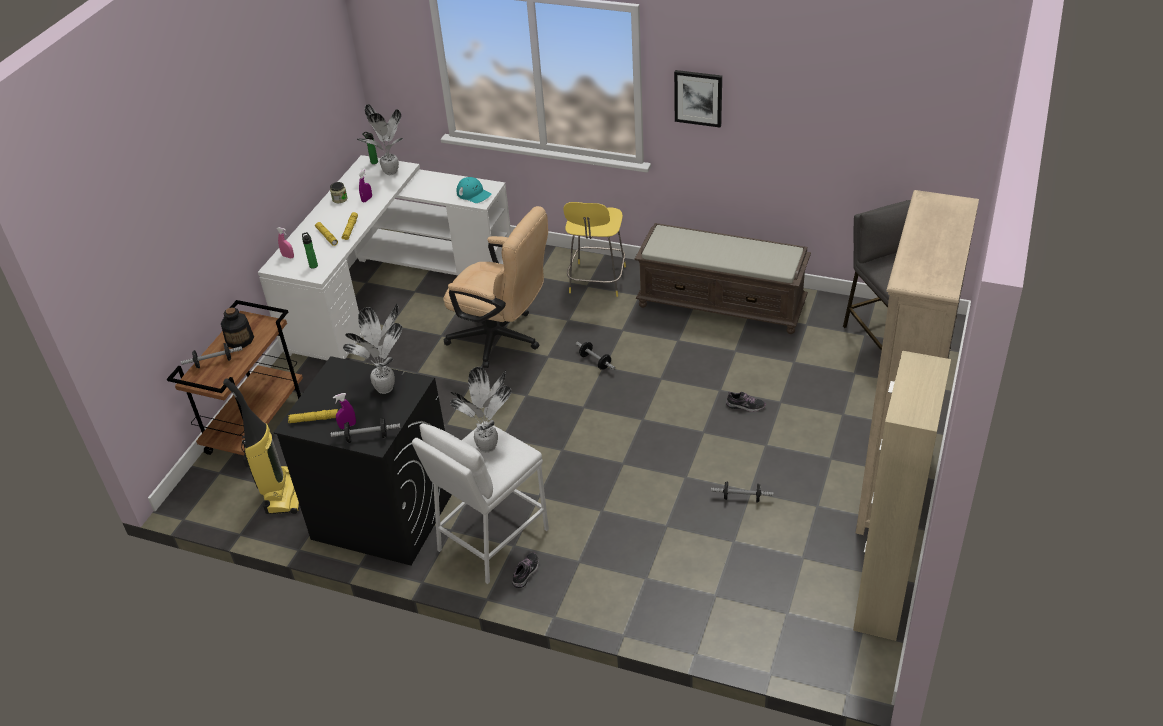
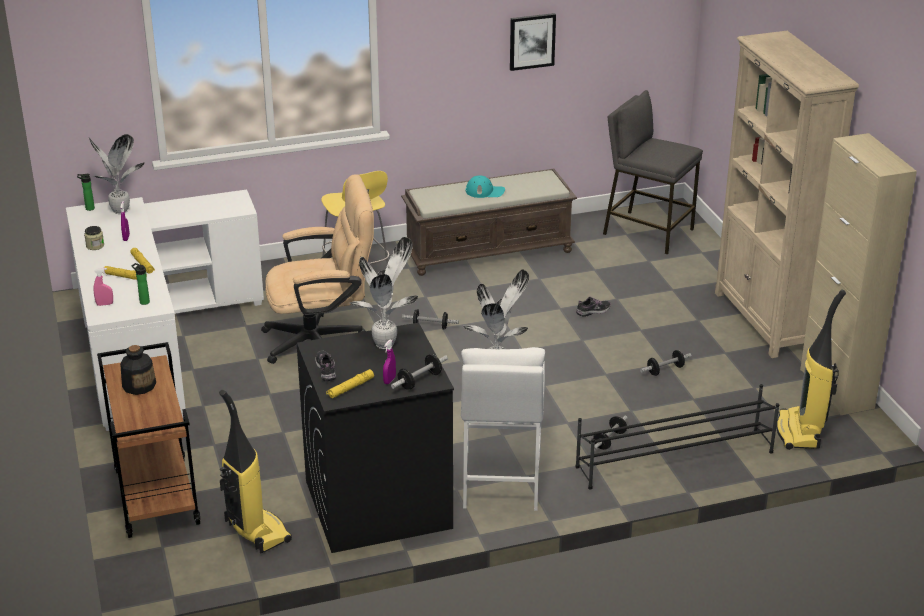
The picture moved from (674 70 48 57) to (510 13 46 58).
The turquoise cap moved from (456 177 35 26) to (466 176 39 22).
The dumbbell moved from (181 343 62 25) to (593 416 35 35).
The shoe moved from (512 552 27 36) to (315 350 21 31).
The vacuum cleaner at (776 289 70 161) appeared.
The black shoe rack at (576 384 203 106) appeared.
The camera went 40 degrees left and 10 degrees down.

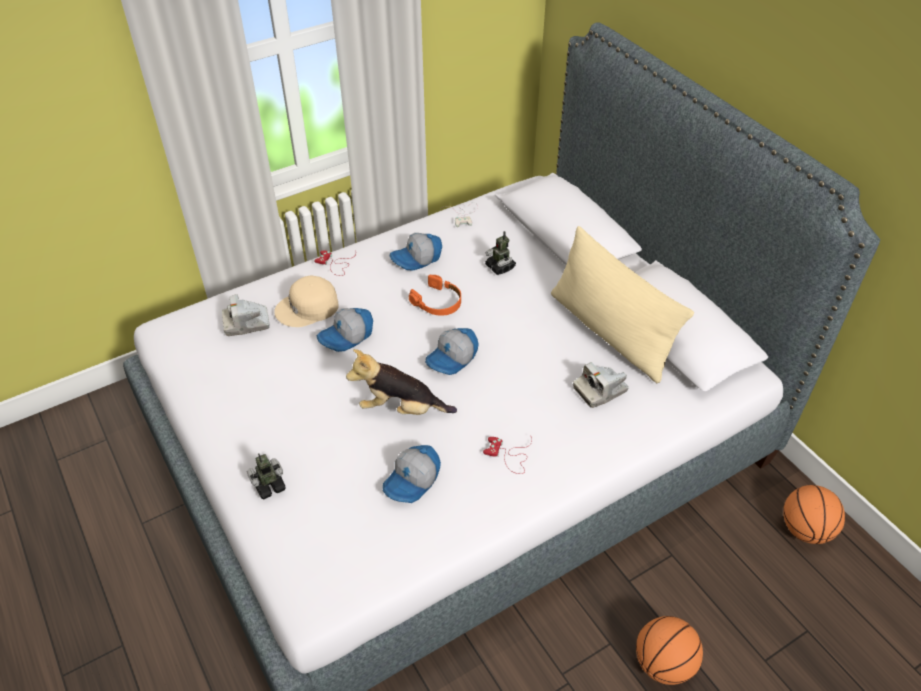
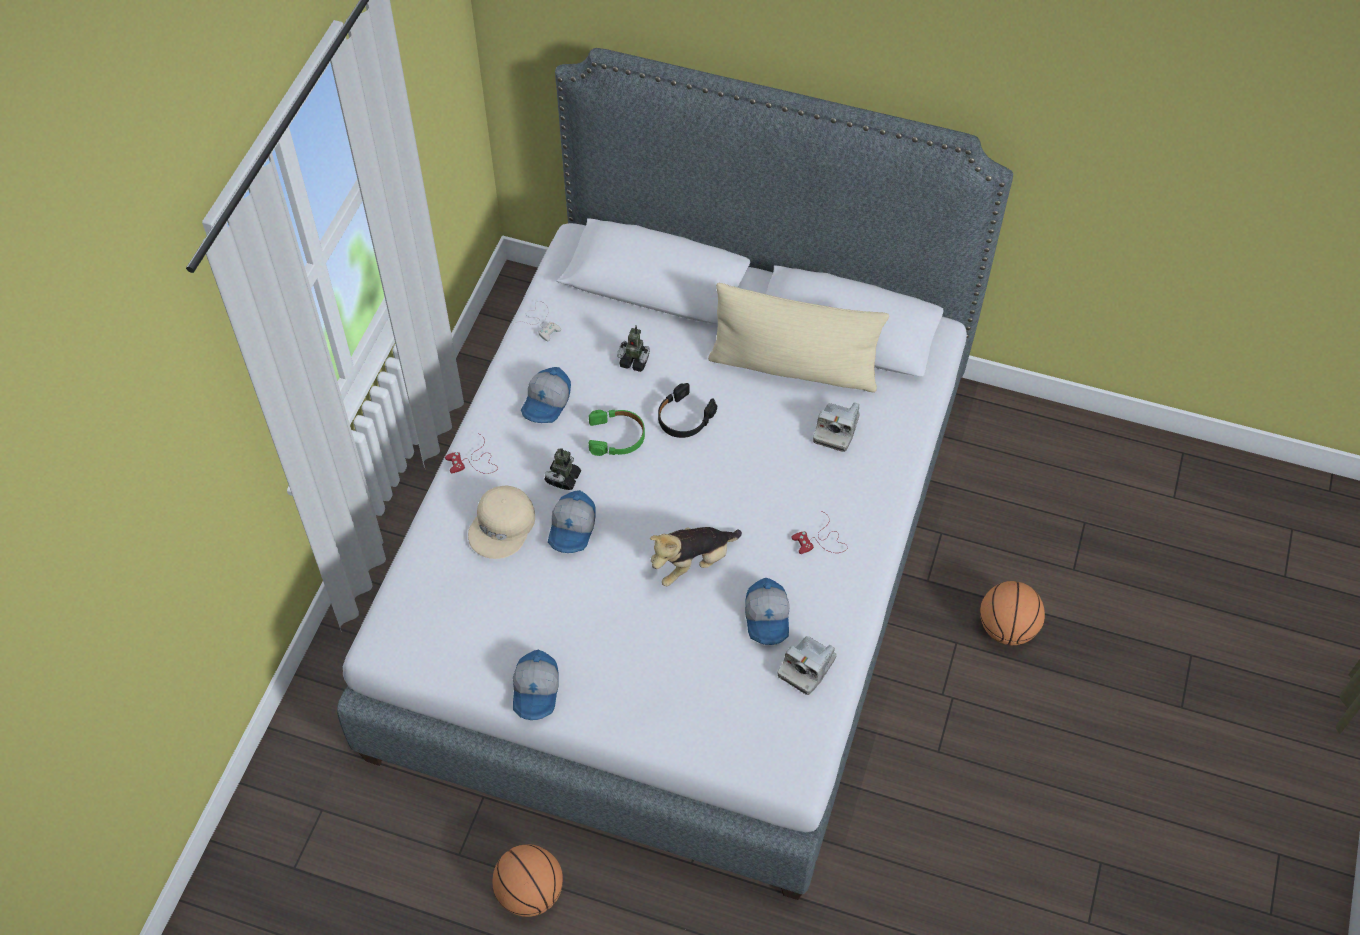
The orange headphones at (409 275 52 41) became the green headphones at (589 410 56 46).
The photo camera moved from (222 294 48 42) to (778 636 59 59).
The cap moved from (425 328 54 47) to (513 650 46 70).
The toy robot moved from (247 453 39 46) to (544 448 37 42).
The basketball moved from (783 485 62 59) to (492 844 71 73).
The black headphones at (658 383 59 55) appeared.
The camera went 40 degrees left and 10 degrees up.

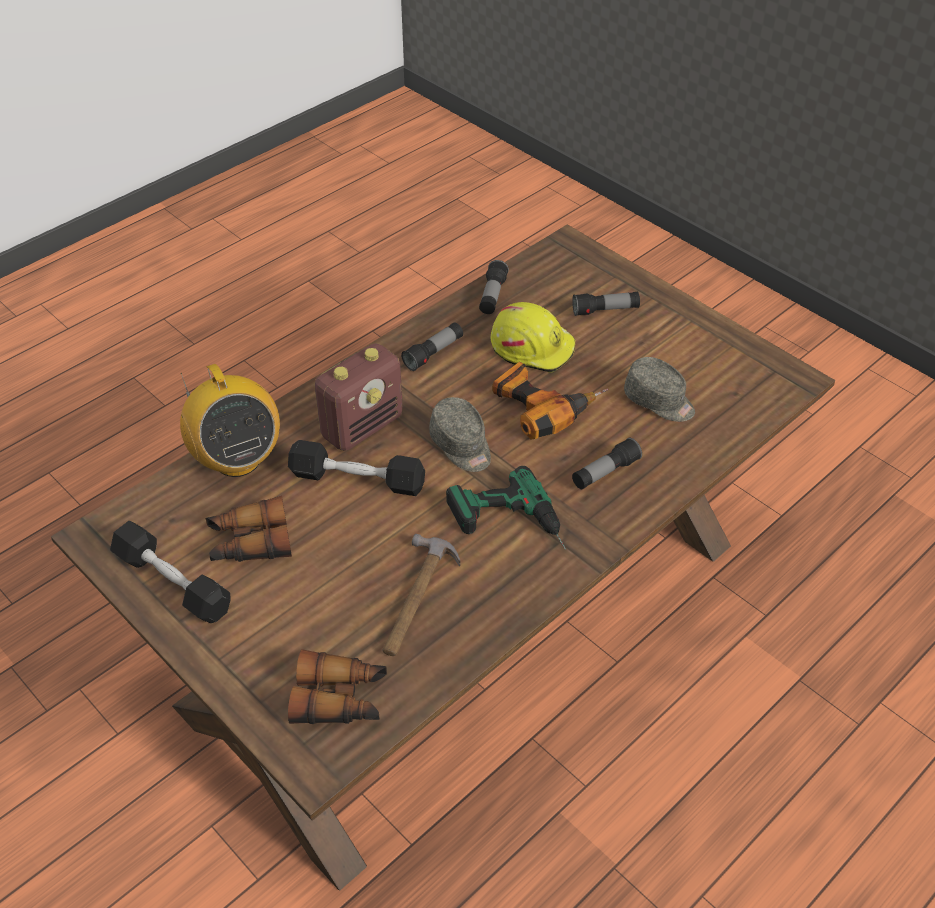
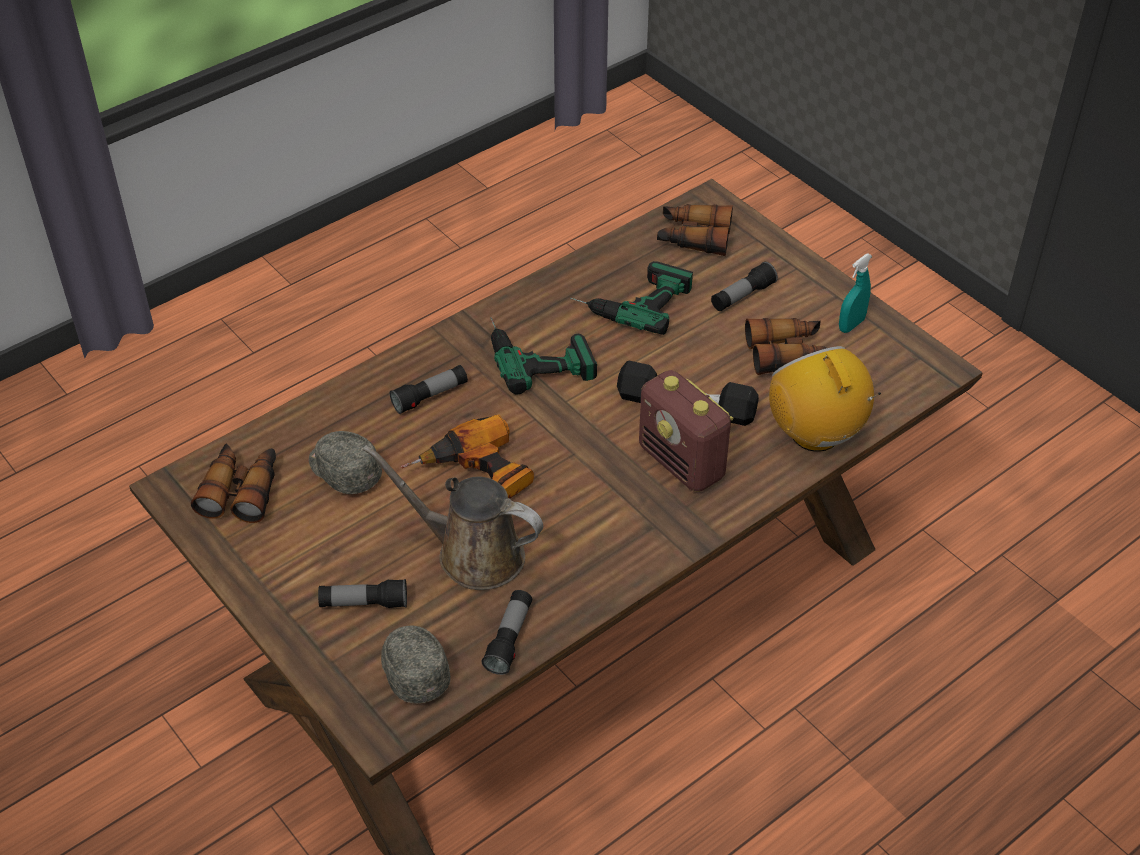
The yellow hard hat at (491 302 84 71) was replaced by the brown watering can at (363 445 180 145).
The flashlight moved from (401 322 62 49) to (711 262 67 49).
The radio at (314 343 89 108) turned 90 degrees counterclockwise.
The grey cap moved from (429 397 62 75) to (381 625 70 78).
The black dumbbell at (110 521 121 102) was replaced by the turquoise spray bottle at (839 254 33 79).
The hammer at (382 534 78 122) was replaced by the power drill at (570 261 123 74).
The binoculars at (191 443 85 80) appeared.
The camera went 175 degrees left and 0 degrees up.

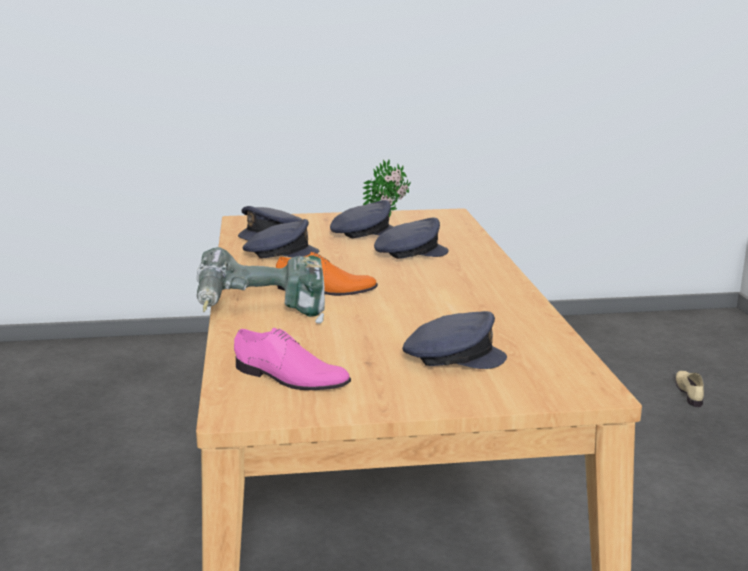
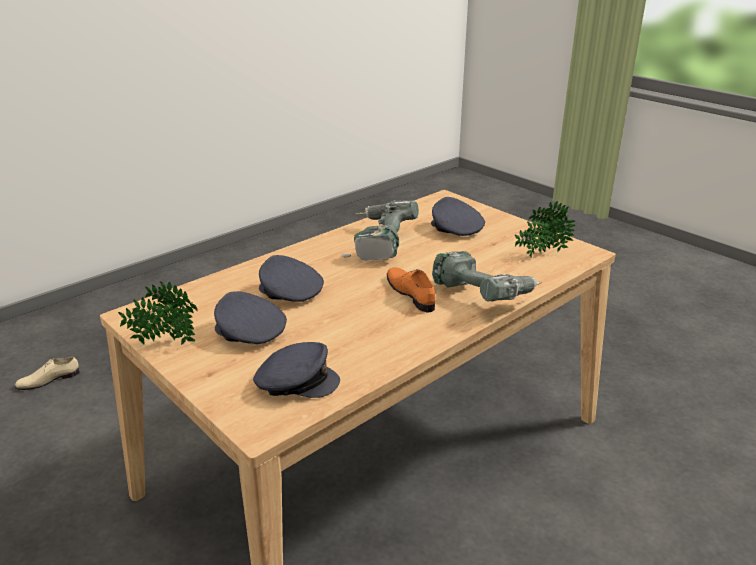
The grey cap at (243 219 76 39) disappeared.
The pink shoe at (234 328 117 62) was replaced by the potted plant at (515 201 61 57).
The power drill at (343 200 76 60) appeared.
The camera went 125 degrees left and 10 degrees up.

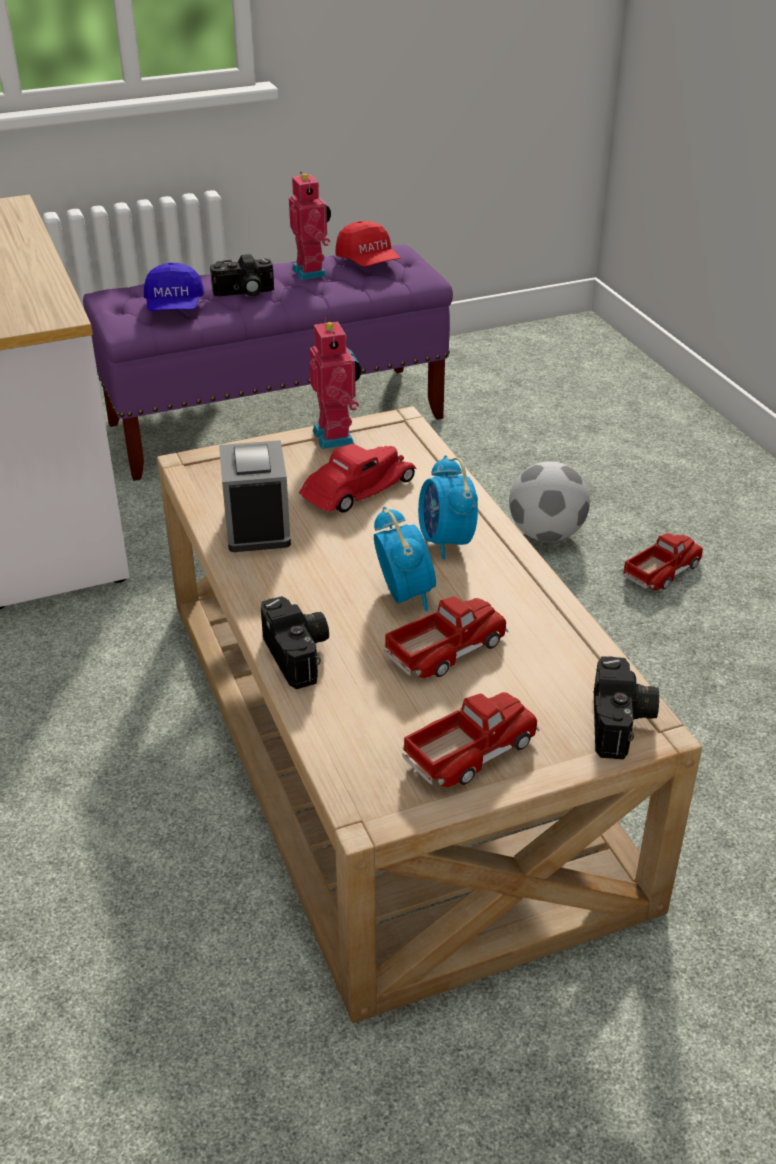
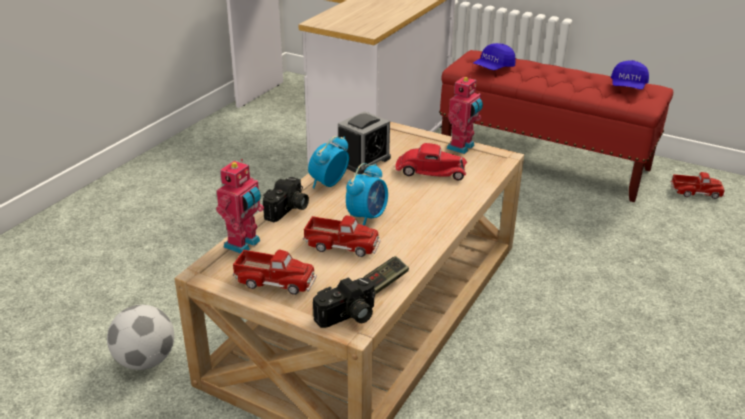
The toy robot moved from (289 172 42 108) to (216 159 48 95).
The red cap at (335 221 65 45) became the blue cap at (611 60 38 30).
The purple bench at (83 244 370 237) became the red bench at (439 50 234 152).
The photo camera at (210 254 64 43) disappeared.
The alarm clock moved from (418 456 60 103) to (308 136 41 52).
The football moved from (509 461 81 81) to (107 305 67 65).
The toy truck moved from (621 533 82 57) to (671 172 54 27).
The game controller at (363 256 46 38) appeared.
The camera went 50 degrees right and 5 degrees down.

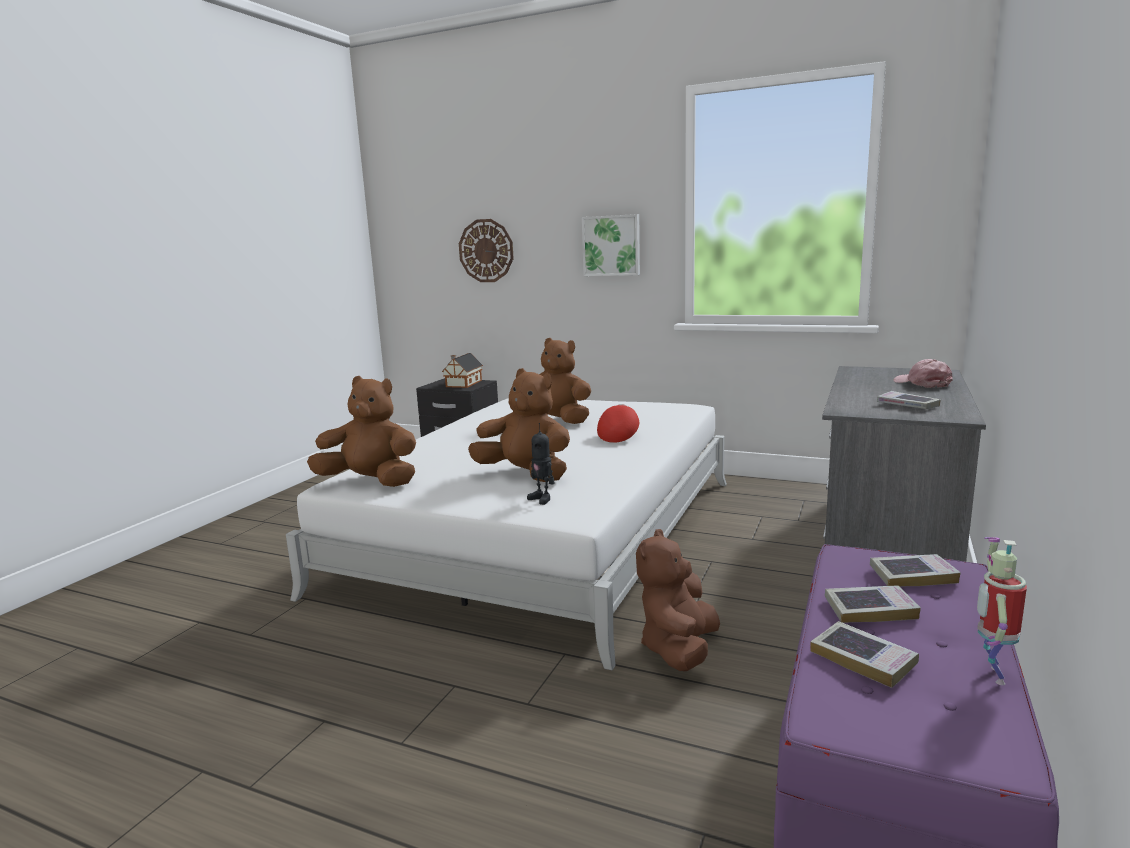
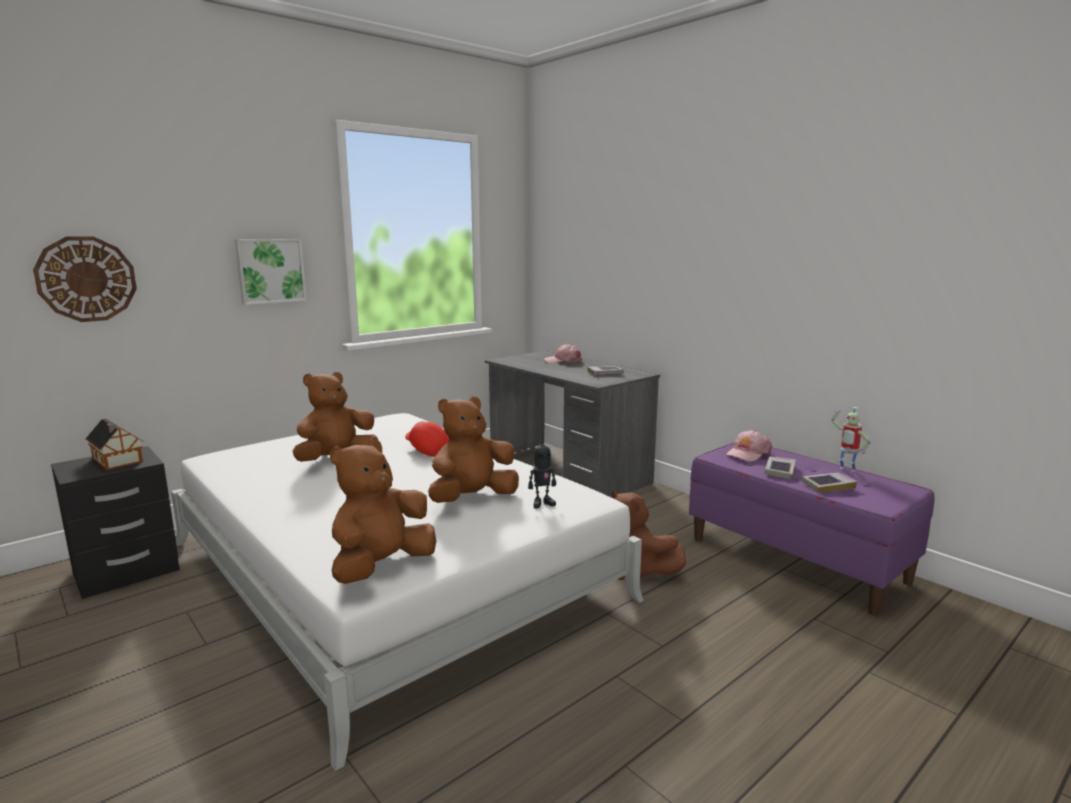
The book at (870 554 91 33) was replaced by the pink cap at (726 430 46 31).
The camera went 65 degrees left and 0 degrees up.

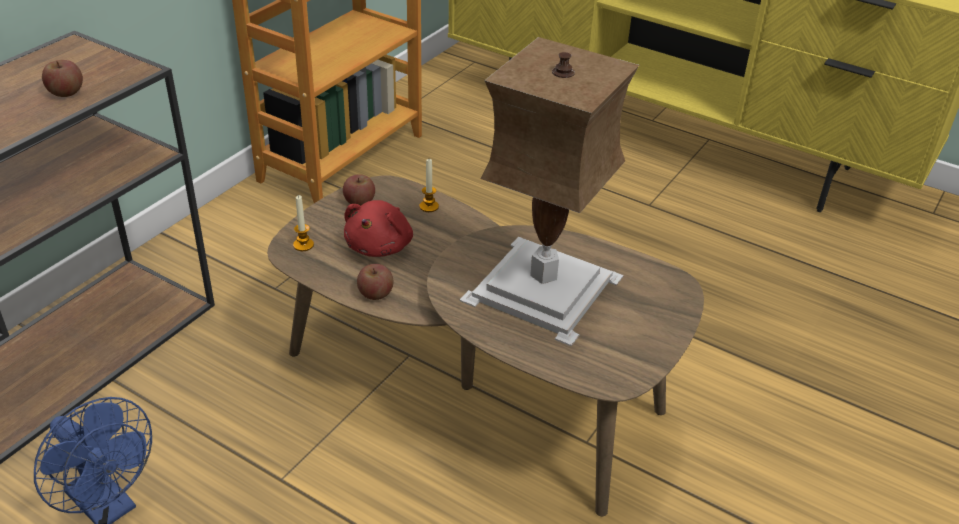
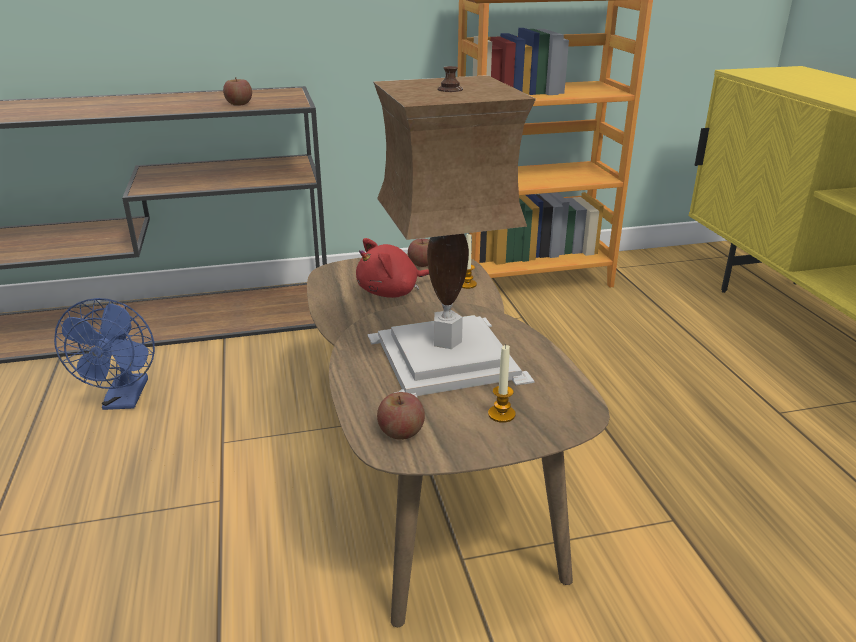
The candle moved from (293 195 21 56) to (488 345 28 78).
The apple moved from (357 264 37 36) to (377 392 48 48).
The camera went 45 degrees right and 10 degrees down.

